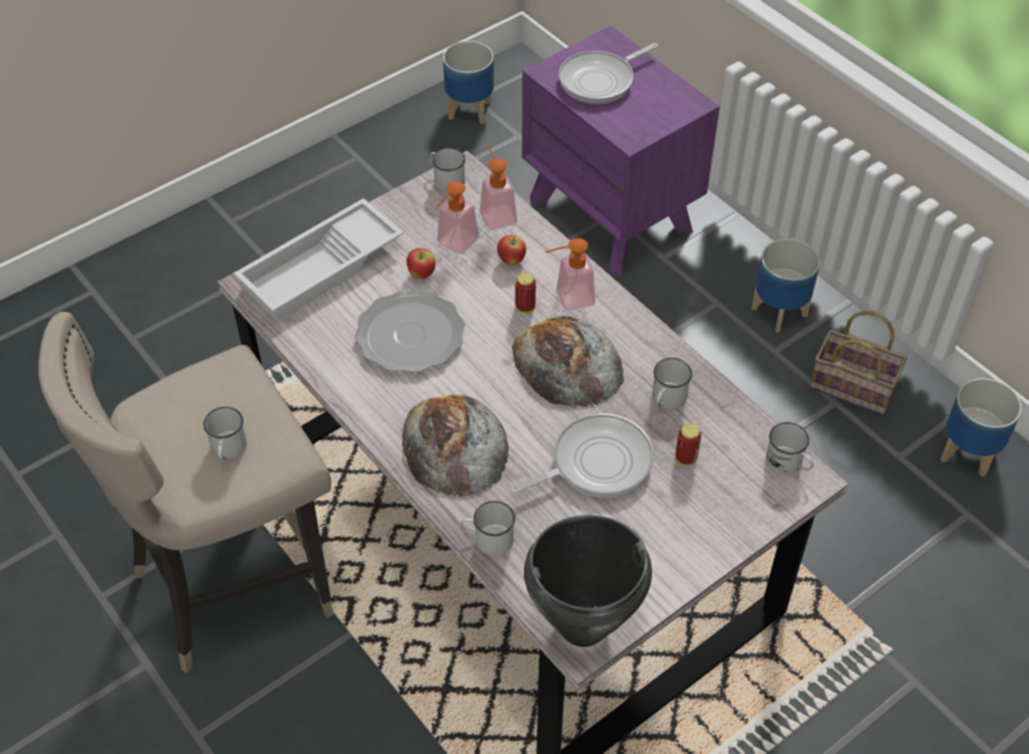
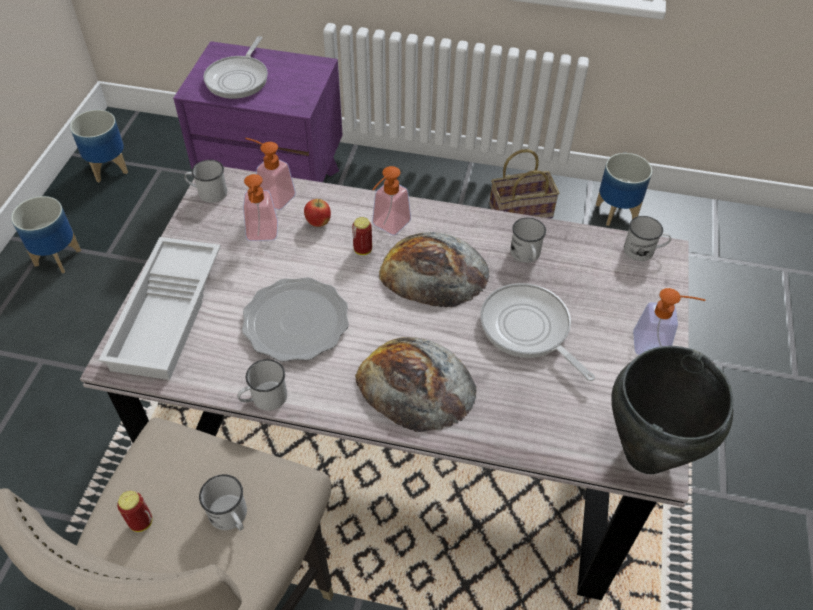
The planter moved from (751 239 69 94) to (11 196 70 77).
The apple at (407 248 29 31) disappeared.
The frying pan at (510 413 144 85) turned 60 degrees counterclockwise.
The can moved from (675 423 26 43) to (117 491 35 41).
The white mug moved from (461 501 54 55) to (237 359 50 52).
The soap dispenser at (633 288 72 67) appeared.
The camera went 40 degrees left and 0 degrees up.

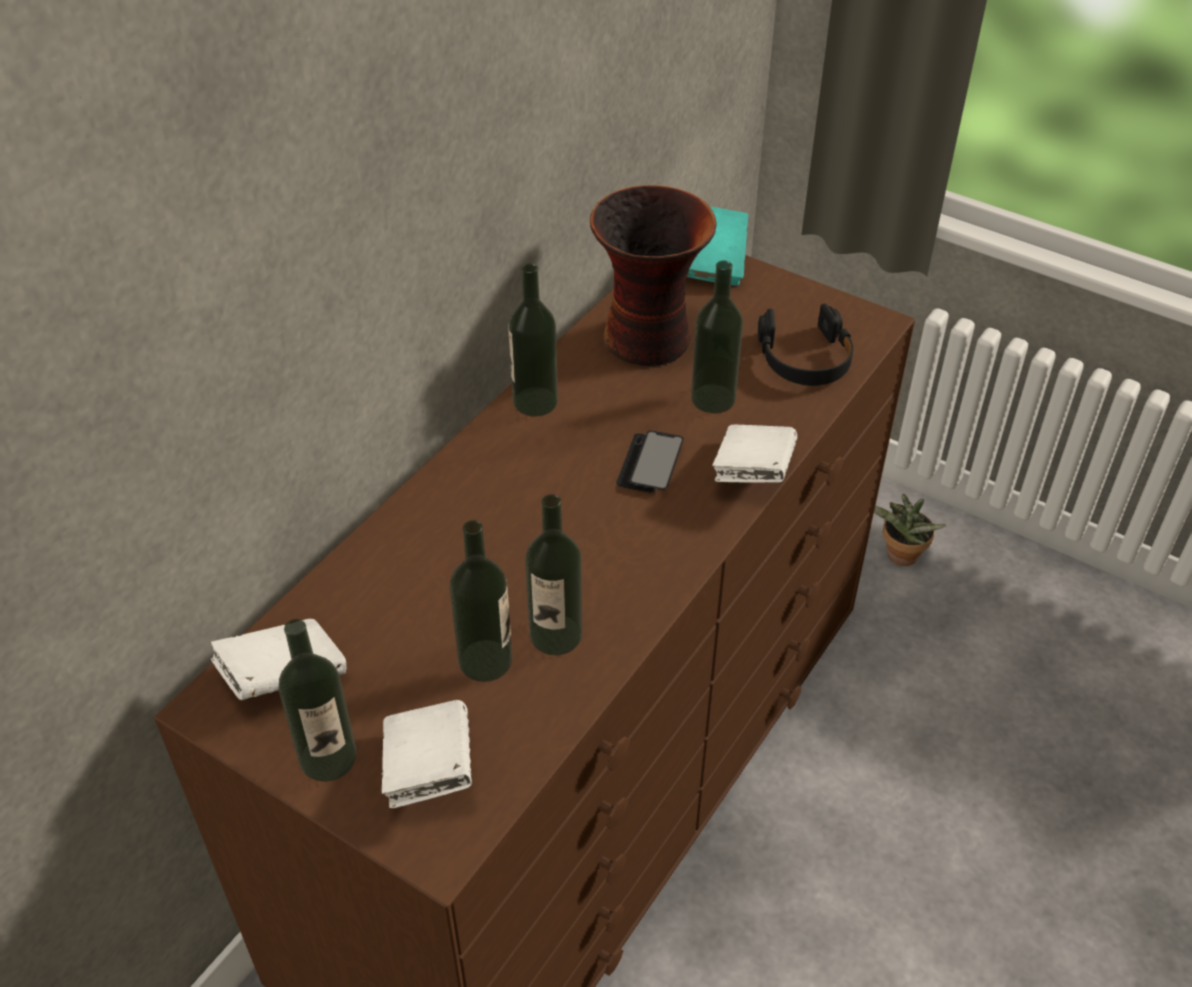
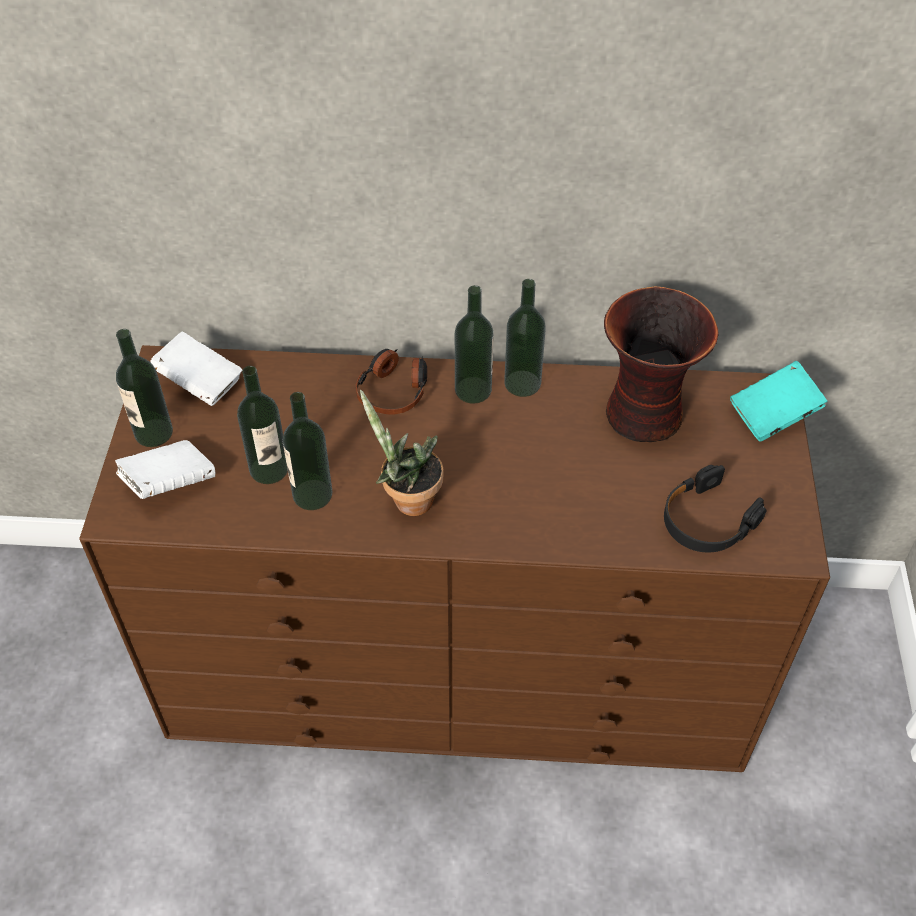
The bottle moved from (691 260 52 153) to (455 285 39 119).
The white book at (712 425 85 58) disappeared.
The phone at (616 431 68 62) disappeared.
The potted plant moved from (874 494 73 72) to (360 389 83 127).
The headphones at (356 349 71 65) appeared.
The camera went 60 degrees right and 5 degrees up.

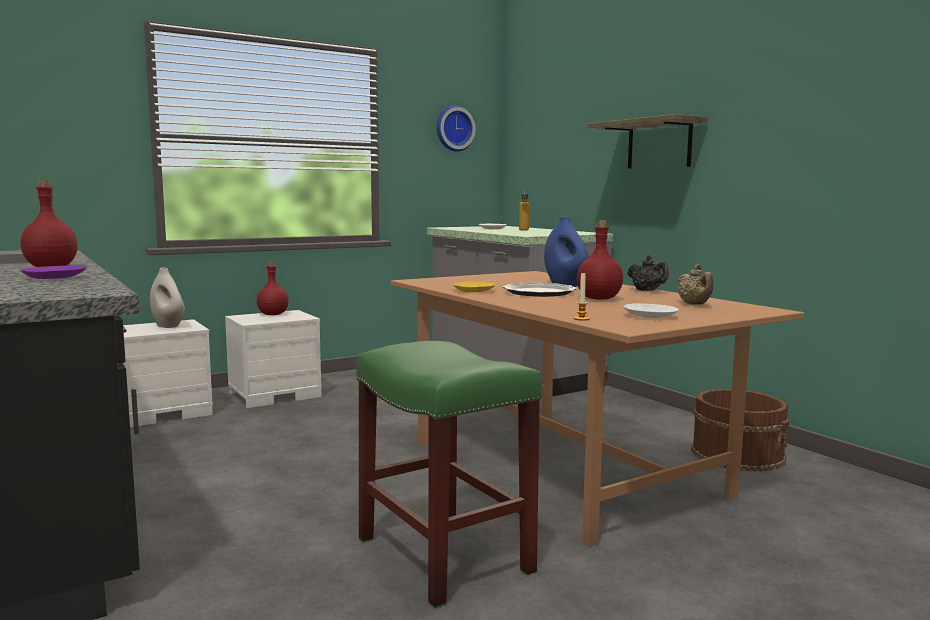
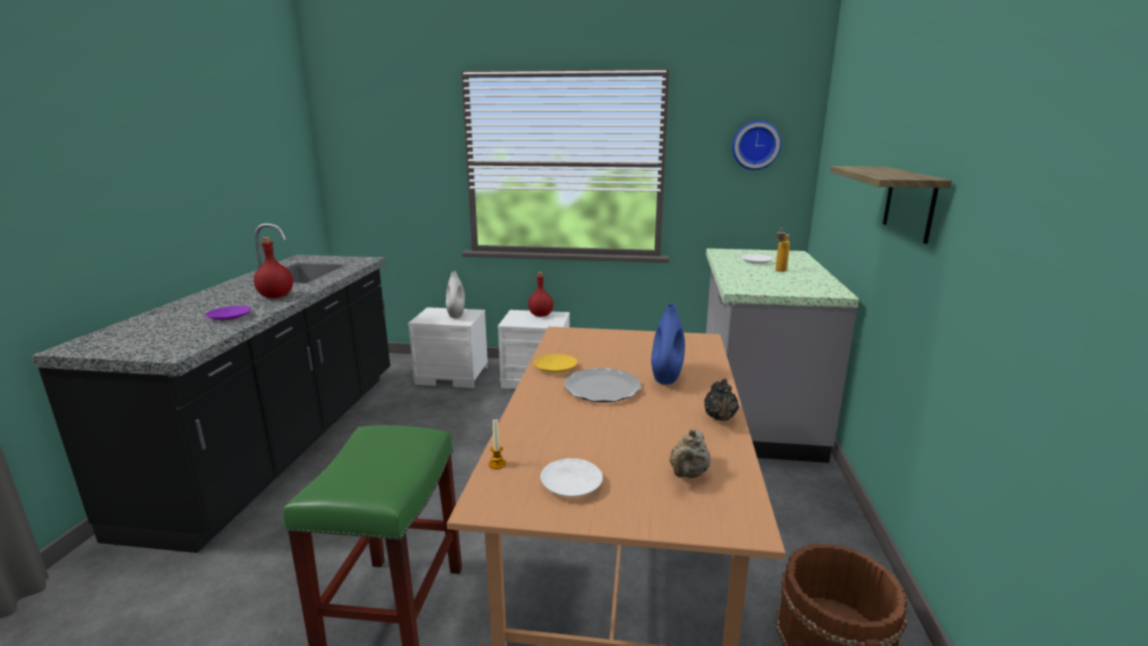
The red bottle at (577 220 46 80) disappeared.
The camera went 40 degrees right and 10 degrees up.

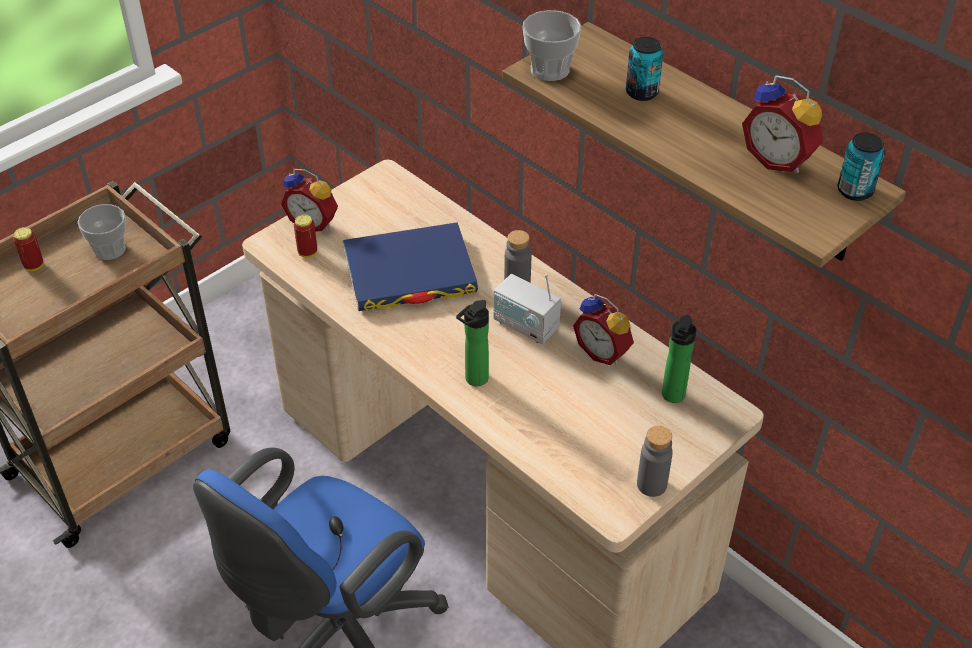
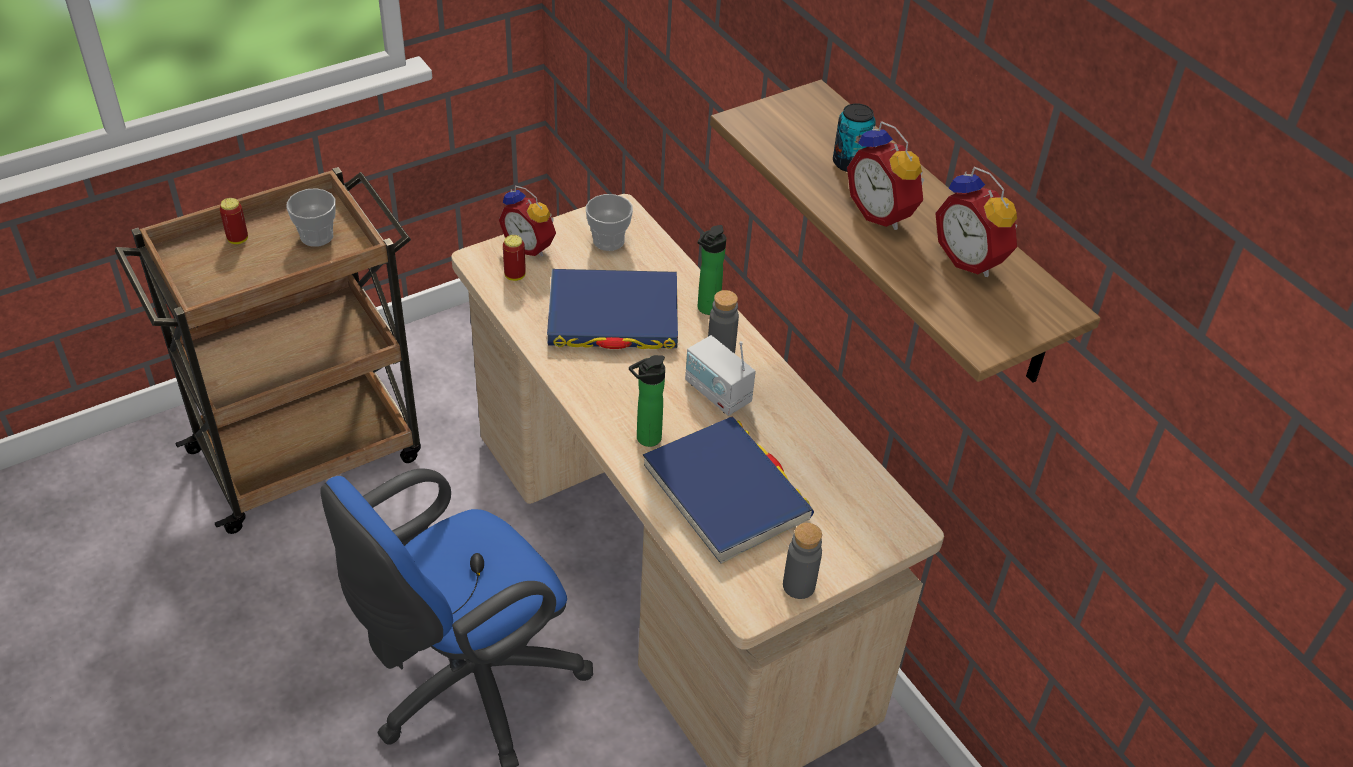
The cup moved from (522 10 59 71) to (586 194 47 57).
The can at (837 133 48 68) disappeared.
The alarm clock moved from (573 294 61 71) to (847 121 77 109).
The bottle moved from (662 315 35 88) to (698 225 28 90).
The blue book at (643 416 171 148) appeared.
The camera went 10 degrees right and 0 degrees up.

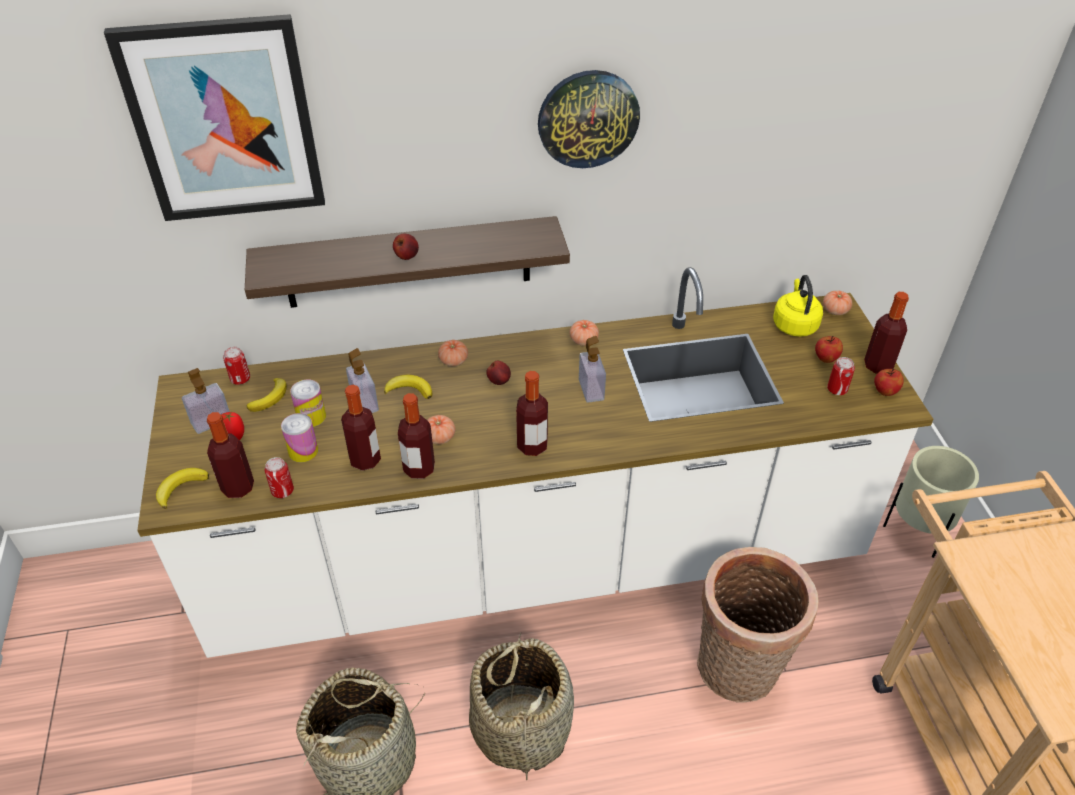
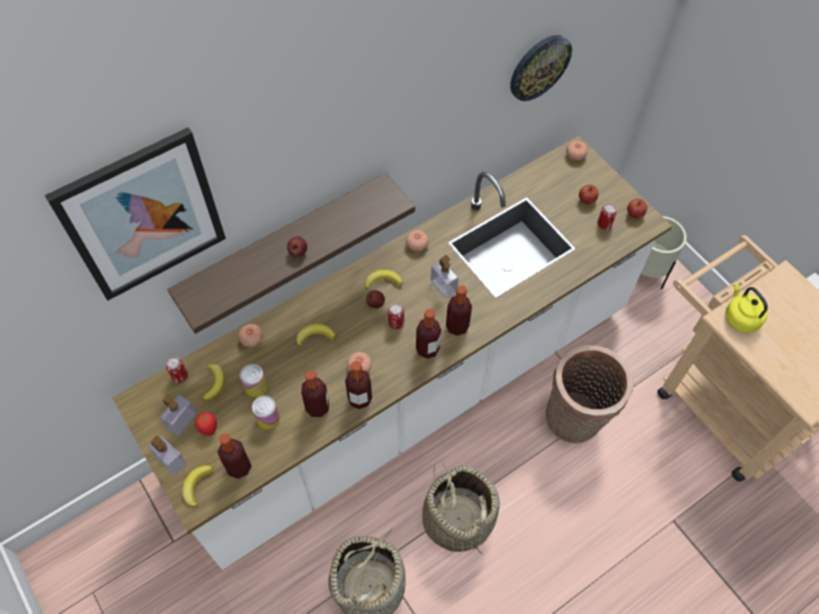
The wall clock moved from (538 70 102 98) to (510 35 62 66).
The yellow kettle moved from (773 275 50 62) to (725 282 43 51).
The bottle moved from (864 292 45 82) to (446 285 26 51).
The tomato moved from (438 340 30 26) to (238 324 25 23).
The soap dispenser moved from (346 348 33 65) to (148 436 39 39).
The can moved from (265 457 29 41) to (388 303 16 26).
The banana at (365 270 38 20) appeared.
The camera went 25 degrees left and 15 degrees up.

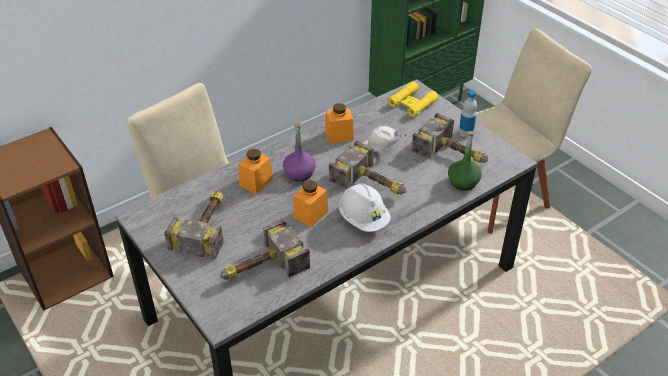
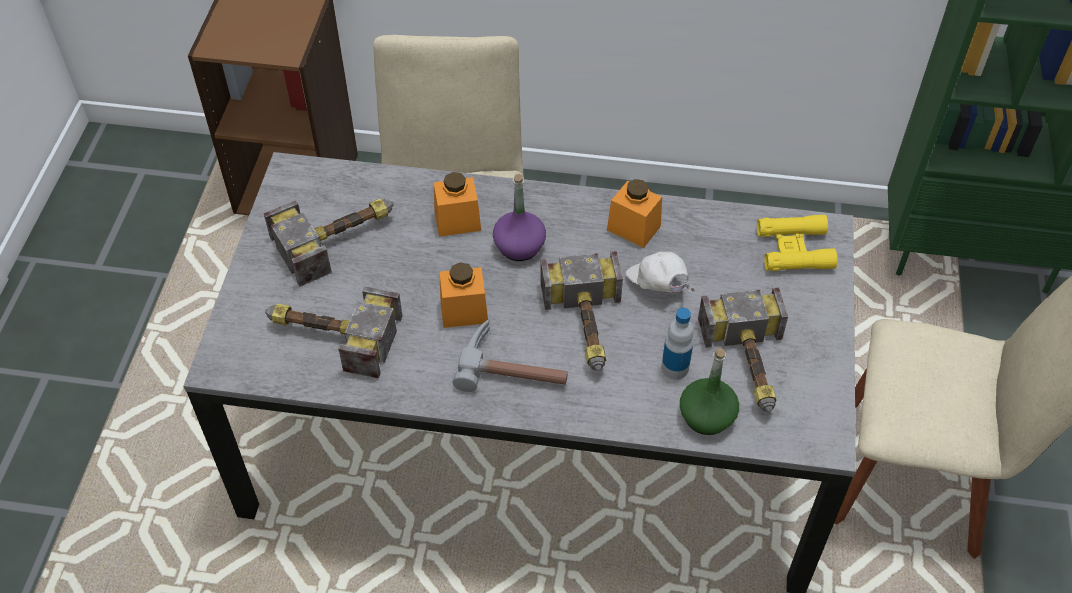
The bottle moved from (459 90 18 47) to (661 308 33 72).
The white hard hat at (339 183 52 49) was replaced by the hammer at (452 320 116 72).
The camera went 45 degrees right and 10 degrees up.

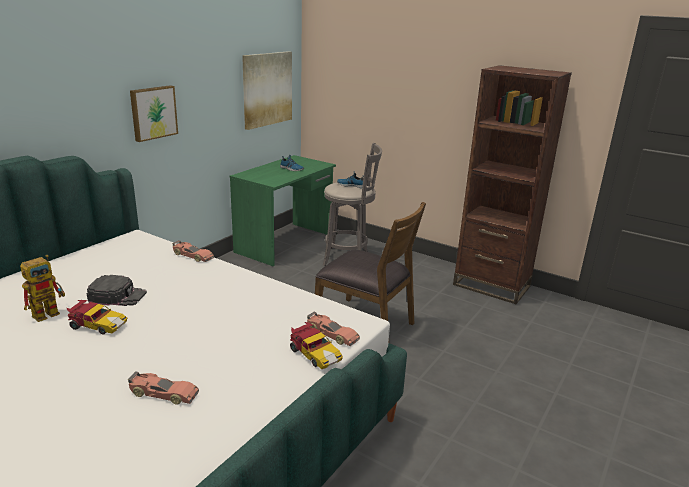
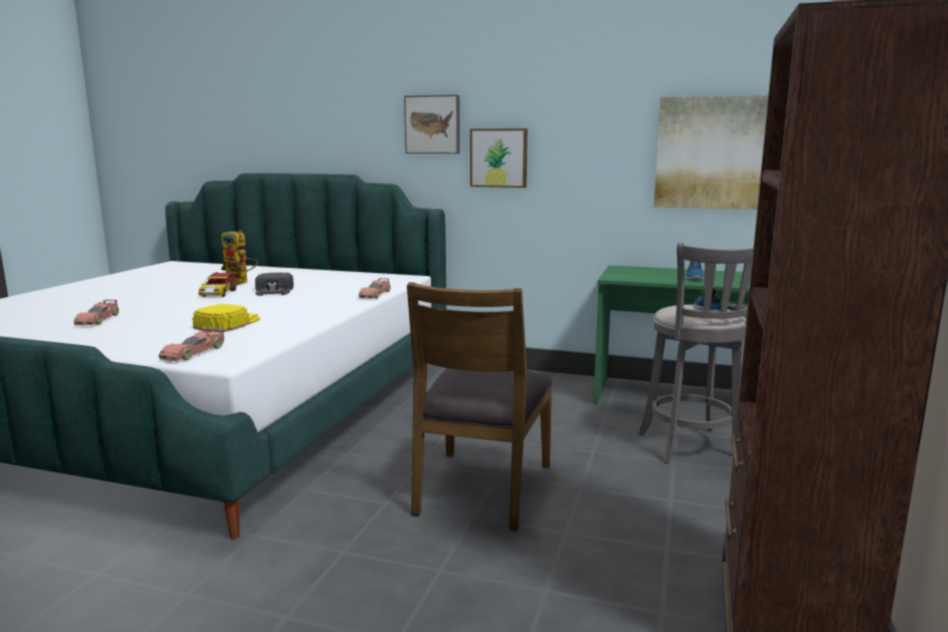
The toy car at (290 322 53 47) disappeared.
The picture at (404 95 56 59) appeared.
The yellow cap at (192 304 68 29) appeared.
The camera went 75 degrees right and 10 degrees down.

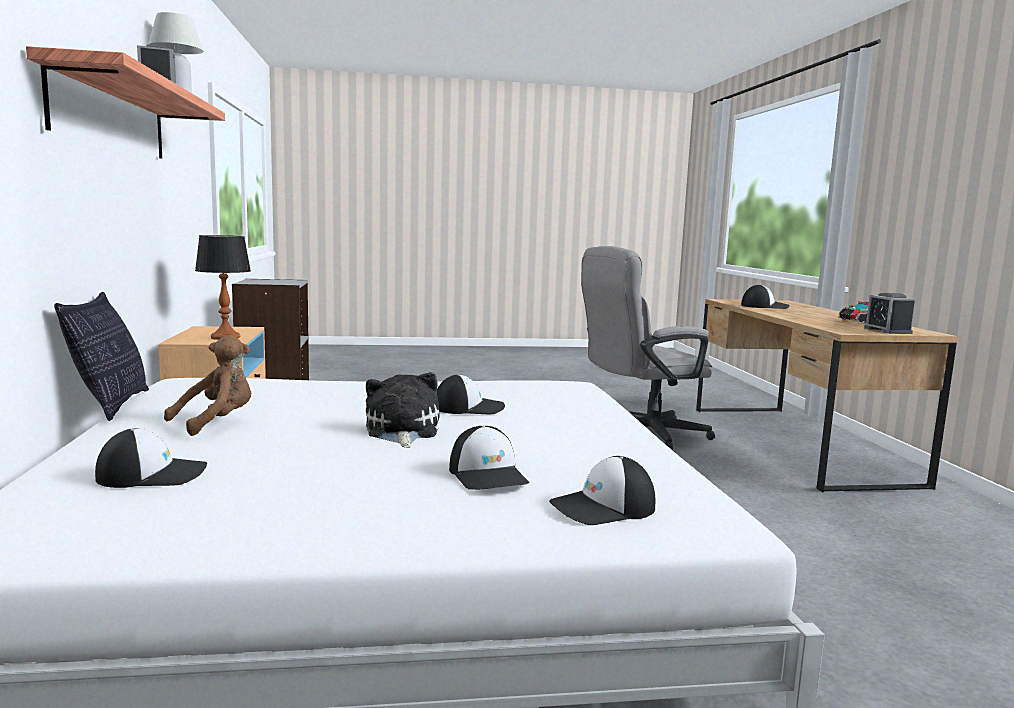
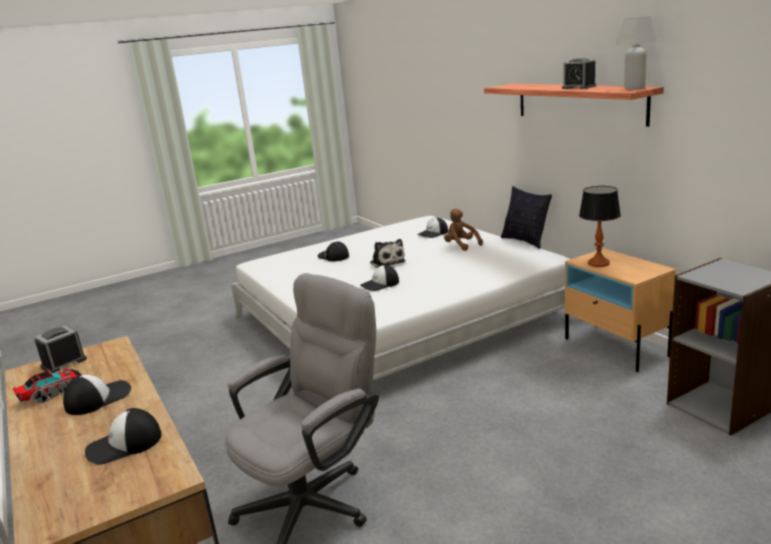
The alarm clock at (864 293 52 41) turned 105 degrees counterclockwise.
The brown plush toy at (164 335 87 101) turned 120 degrees clockwise.
The cap moved from (549 456 106 69) to (63 375 68 40).
The camera went 160 degrees right and 10 degrees up.

